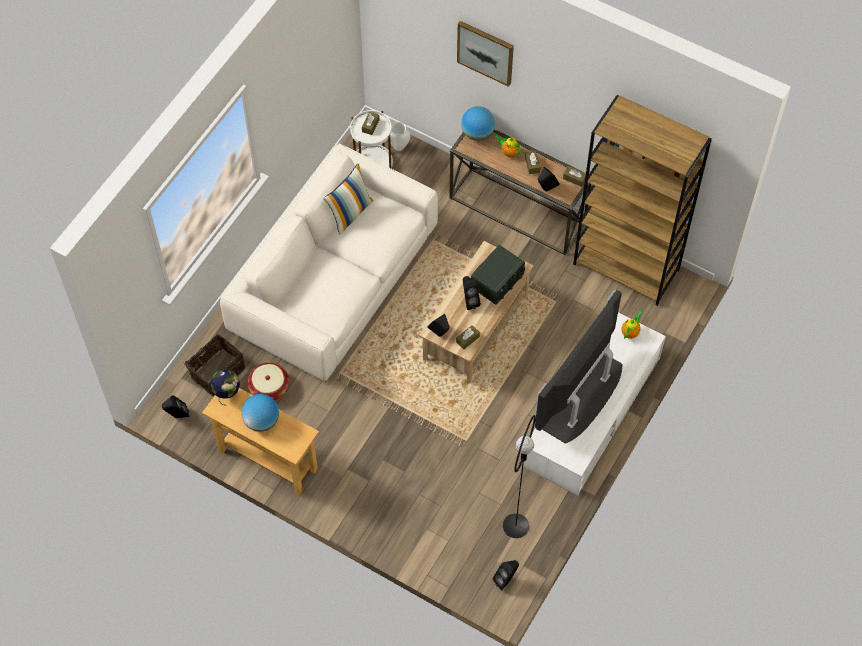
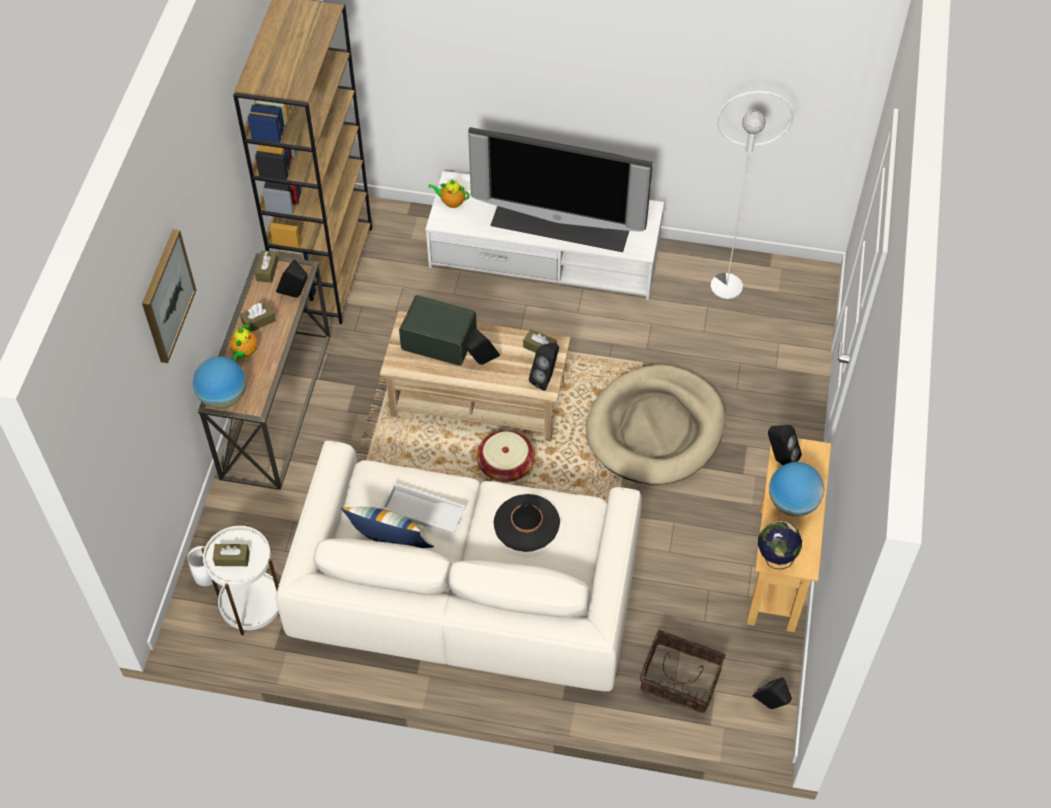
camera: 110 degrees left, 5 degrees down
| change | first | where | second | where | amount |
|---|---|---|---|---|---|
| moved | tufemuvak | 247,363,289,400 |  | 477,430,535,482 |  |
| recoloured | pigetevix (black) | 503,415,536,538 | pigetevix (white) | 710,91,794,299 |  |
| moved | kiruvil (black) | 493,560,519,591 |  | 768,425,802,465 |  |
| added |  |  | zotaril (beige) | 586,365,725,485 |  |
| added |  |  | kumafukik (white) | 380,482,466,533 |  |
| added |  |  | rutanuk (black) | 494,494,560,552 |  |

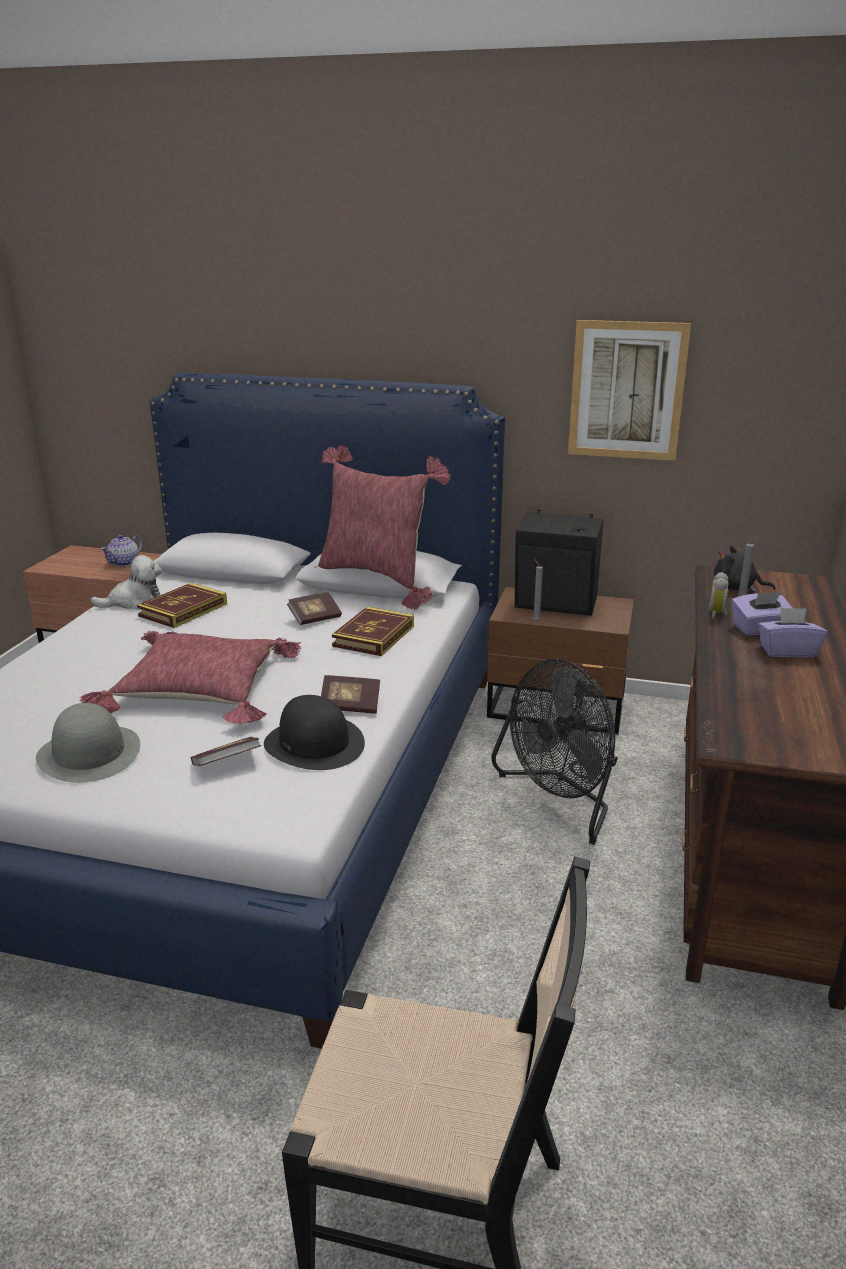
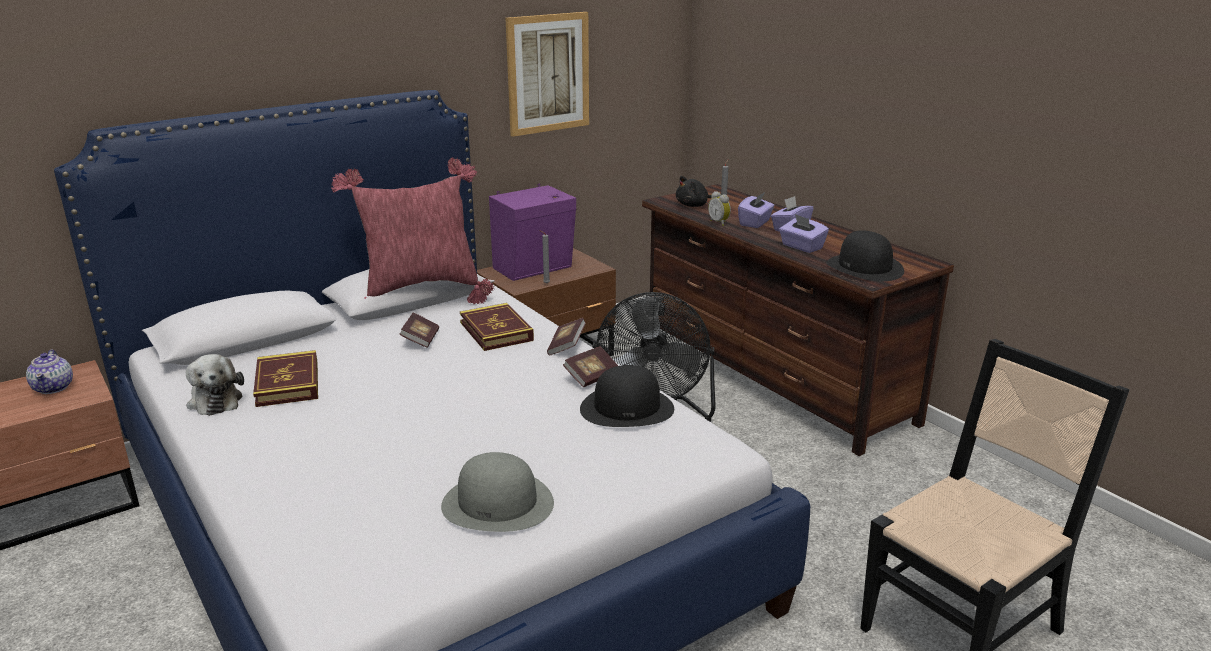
camera: 50 degrees left, 0 degrees up
| change | first | where | second | where | amount |
|---|---|---|---|---|---|
| recoloured | kiruvil (black) | 515,509,604,616 | kiruvil (purple) | 489,184,576,281 |  |
| turned | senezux | 90,555,162,610 |  | 186,354,244,416 | 135 degrees clockwise |
| removed | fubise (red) | 80,631,302,724 |  |  |  |
| moved | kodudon | 191,737,262,766 |  | 547,318,586,356 |  |
| added |  |  | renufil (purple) | 779,214,829,253 |  |
| added |  |  | rutanuk (black) | 827,230,904,281 |  |

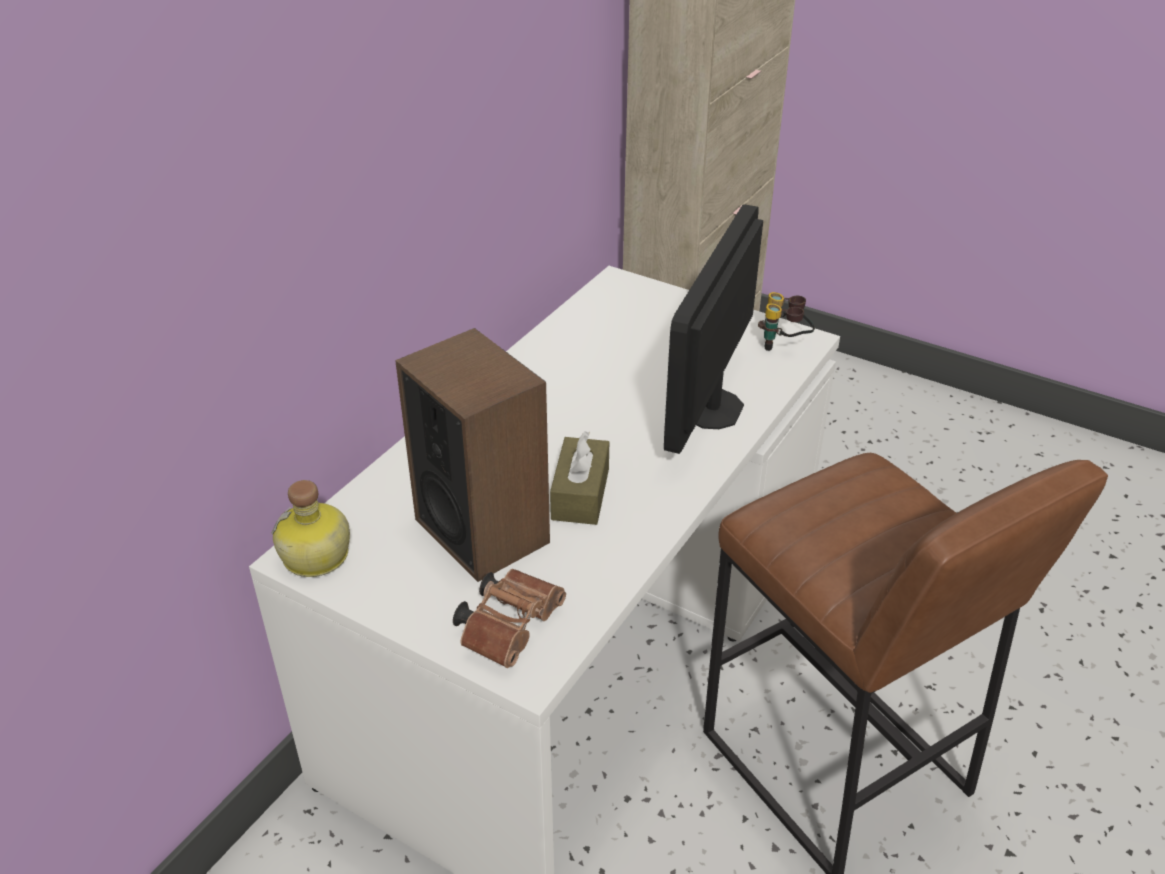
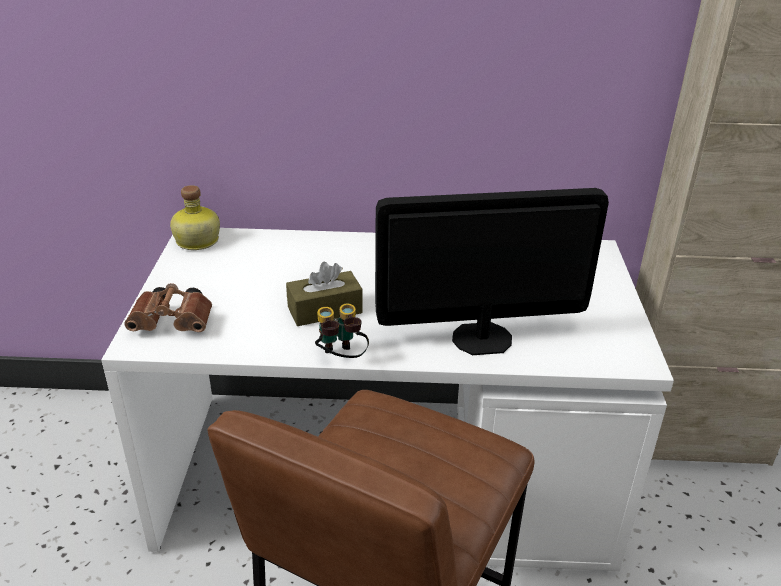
camera: 60 degrees right, 5 degrees down
| change | first | where | second | where | amount |
|---|---|---|---|---|---|
| moved | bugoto | 758,292,815,351 |  | 315,303,369,358 |  |
| removed | kiruvil | 395,328,550,582 |  |  |  |

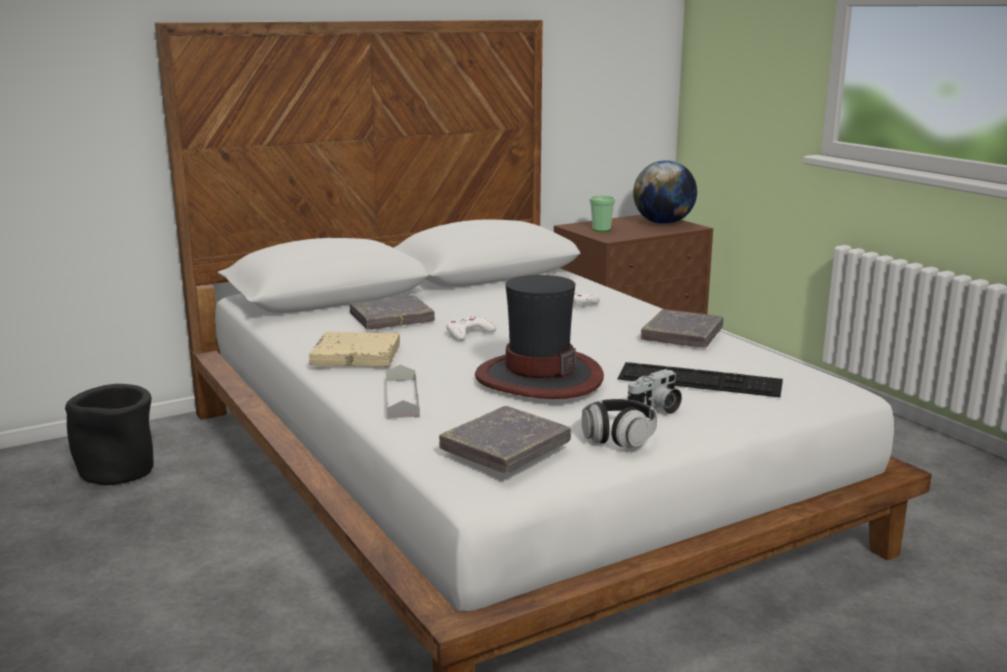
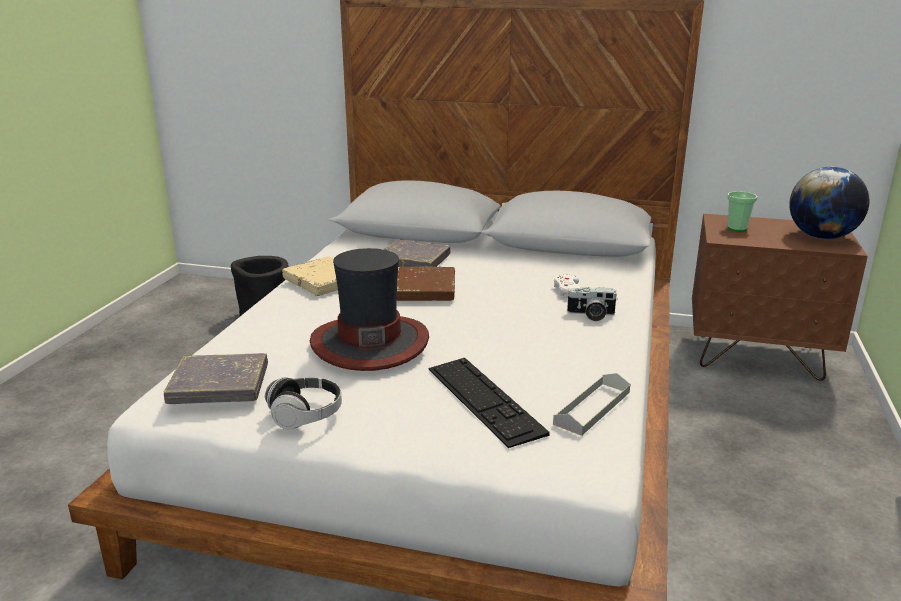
camera: 45 degrees right, 5 degrees up
| change | first | where | second | where | amount |
|---|---|---|---|---|---|
| removed | kodudon (grey) | 641,309,723,348 |  |  |  |
| replaced | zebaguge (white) | 446,316,496,341 | kodudon (brown) | 397,267,455,301 |  |
| moved | kumafukik (grey) | 386,365,420,418 |  | 553,373,630,436 |  |
| moved | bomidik | 628,369,682,414 |  | 566,287,618,321 |  |

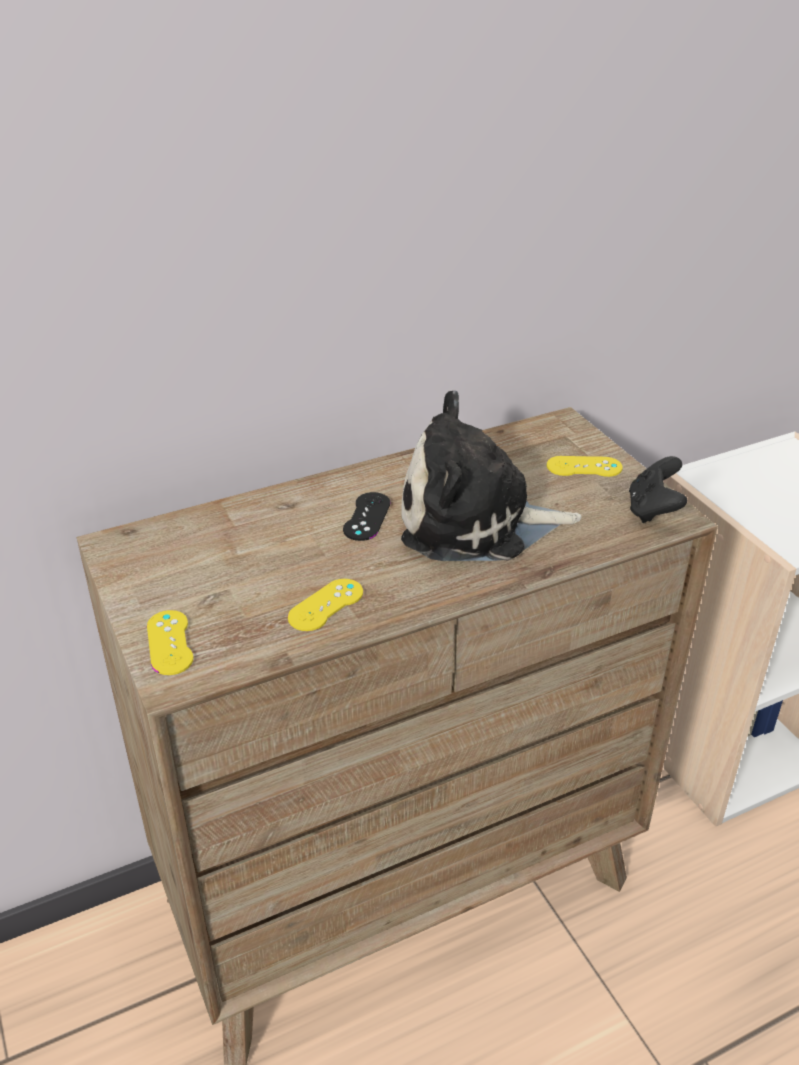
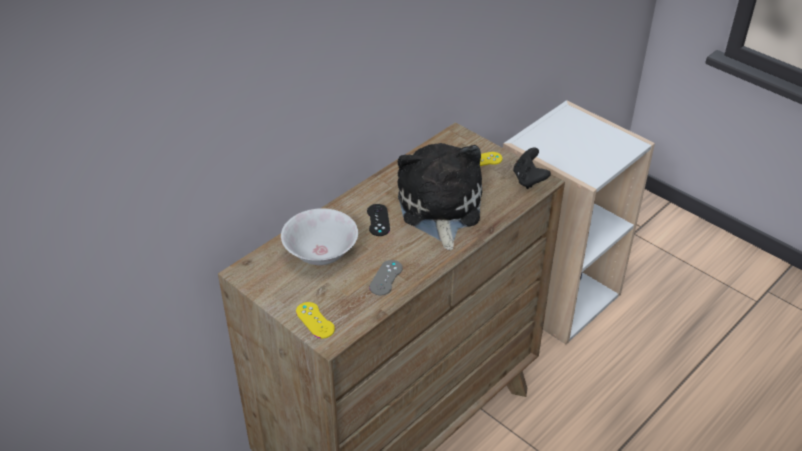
camera: 20 degrees left, 5 degrees up
| change | first | where | second | where | amount |
|---|---|---|---|---|---|
| turned | senezux | 401,391,582,561 |  | 398,143,482,250 | 105 degrees clockwise |
| recoloured | zebaguge (yellow) | 287,579,363,631 | zebaguge (grey) | 369,260,403,295 |  |
| added |  |  | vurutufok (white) | 281,208,358,265 |  |

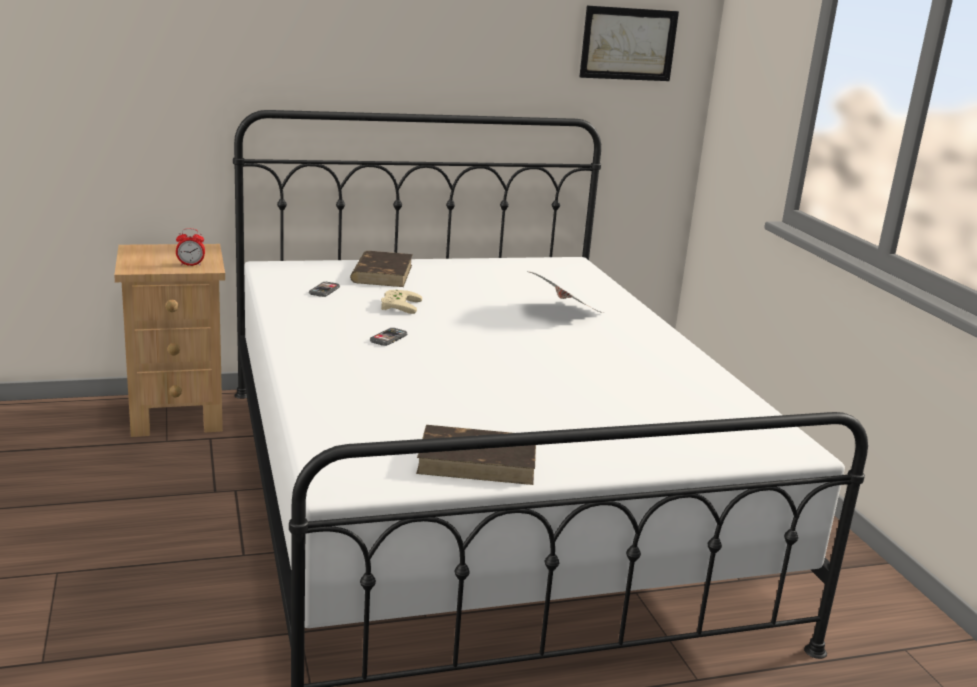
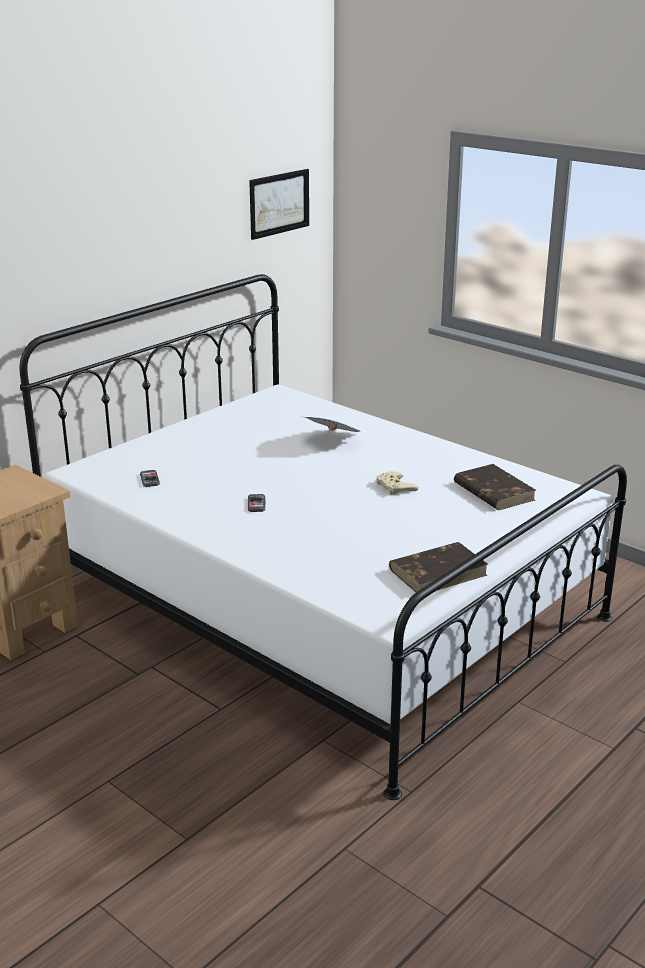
camera: 30 degrees left, 5 degrees up
| change | first | where | second | where | amount |
|---|---|---|---|---|---|
| removed | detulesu | 176,228,205,266 |  |  |  |
| moved | kodudon (brown) | 350,251,413,287 |  | 454,464,536,510 |  |
| moved | zebaguge (beige) | 381,290,422,314 |  | 376,471,419,495 |  |

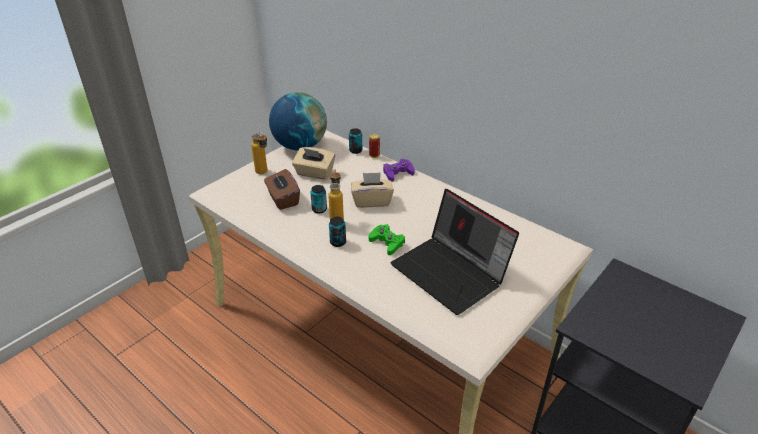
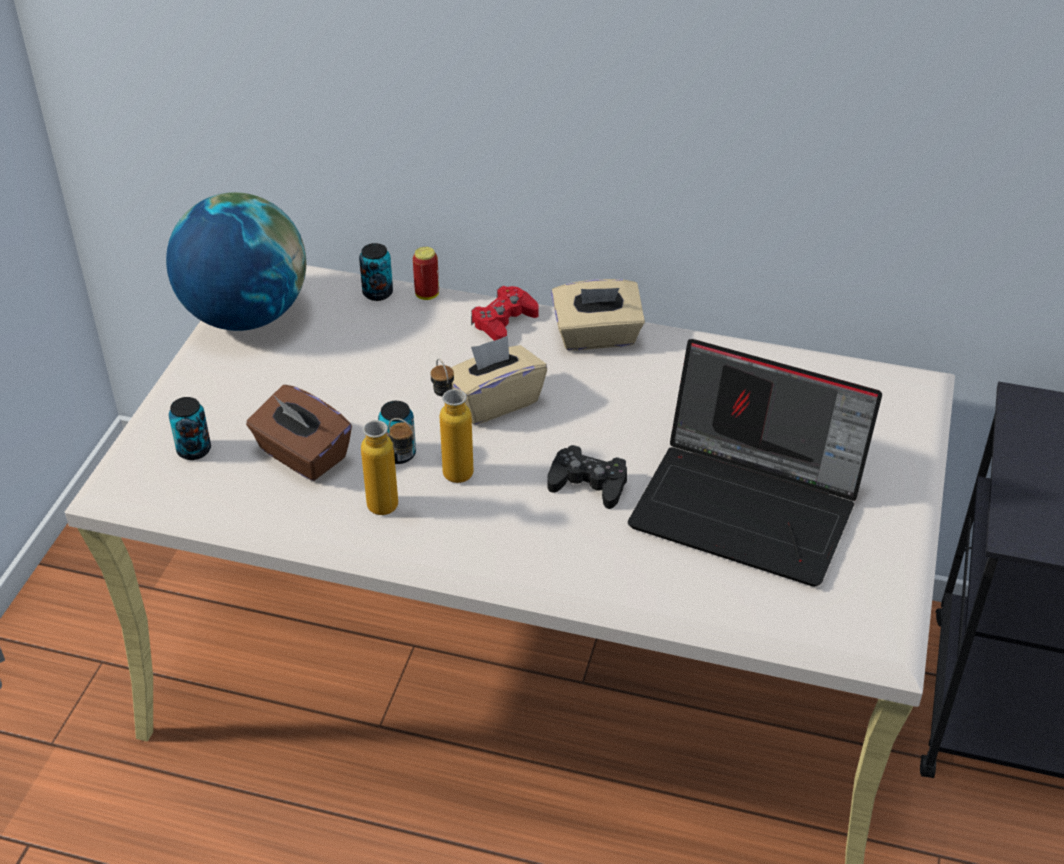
camera: 25 degrees left, 5 degrees up
| change | first | where | second | where | amount |
|---|---|---|---|---|---|
| moved | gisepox | 251,132,267,174 |  | 361,418,414,515 |  |
| moved | renufil (beige) | 292,147,335,179 |  | 551,279,645,350 |  |
| recoloured | zebaguge (purple) | 383,159,415,182 | zebaguge (red) | 471,286,539,341 |  |
| moved | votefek | 329,217,346,247 |  | 168,397,211,460 |  |
| recoloured | zebaguge (green) | 369,225,405,255 | zebaguge (black) | 547,445,627,509 |  |

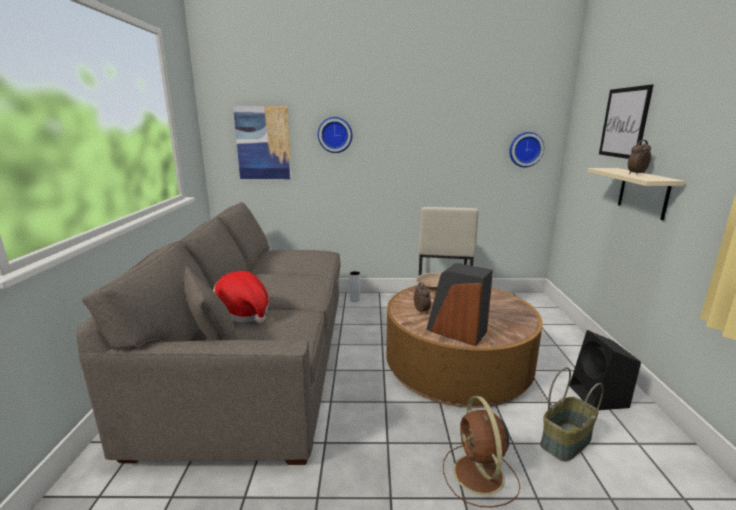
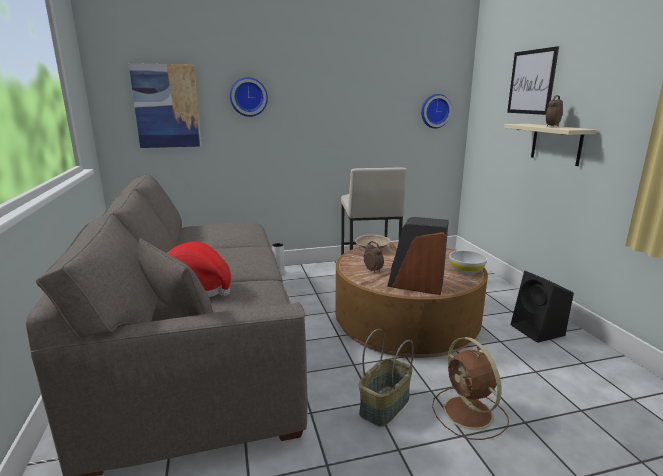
camera: 15 degrees left, 0 degrees up
| change | first | where | second | where | amount |
|---|---|---|---|---|---|
| moved | tufemuvak | 540,367,604,462 |  | 359,329,414,427 |  |
| added |  |  | vurutufok (white) | 449,250,487,275 |  |

